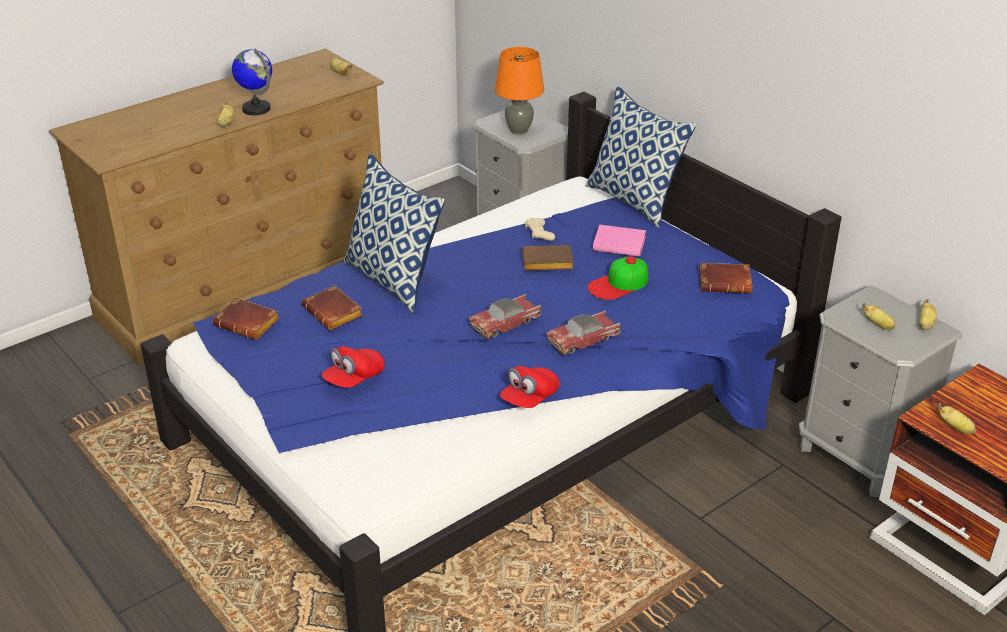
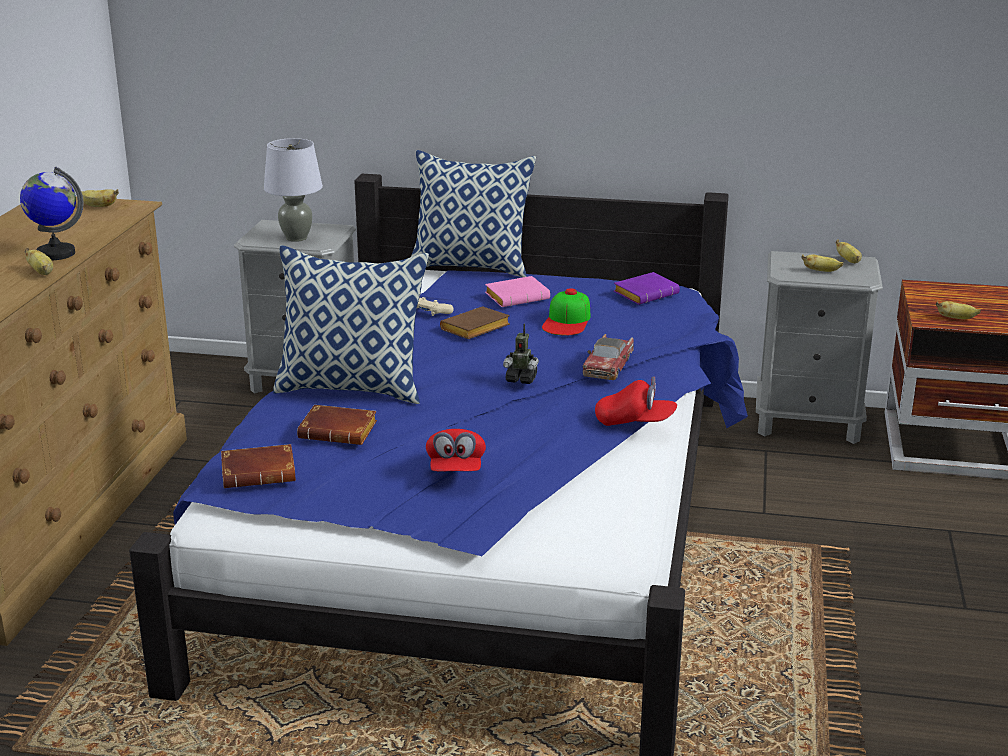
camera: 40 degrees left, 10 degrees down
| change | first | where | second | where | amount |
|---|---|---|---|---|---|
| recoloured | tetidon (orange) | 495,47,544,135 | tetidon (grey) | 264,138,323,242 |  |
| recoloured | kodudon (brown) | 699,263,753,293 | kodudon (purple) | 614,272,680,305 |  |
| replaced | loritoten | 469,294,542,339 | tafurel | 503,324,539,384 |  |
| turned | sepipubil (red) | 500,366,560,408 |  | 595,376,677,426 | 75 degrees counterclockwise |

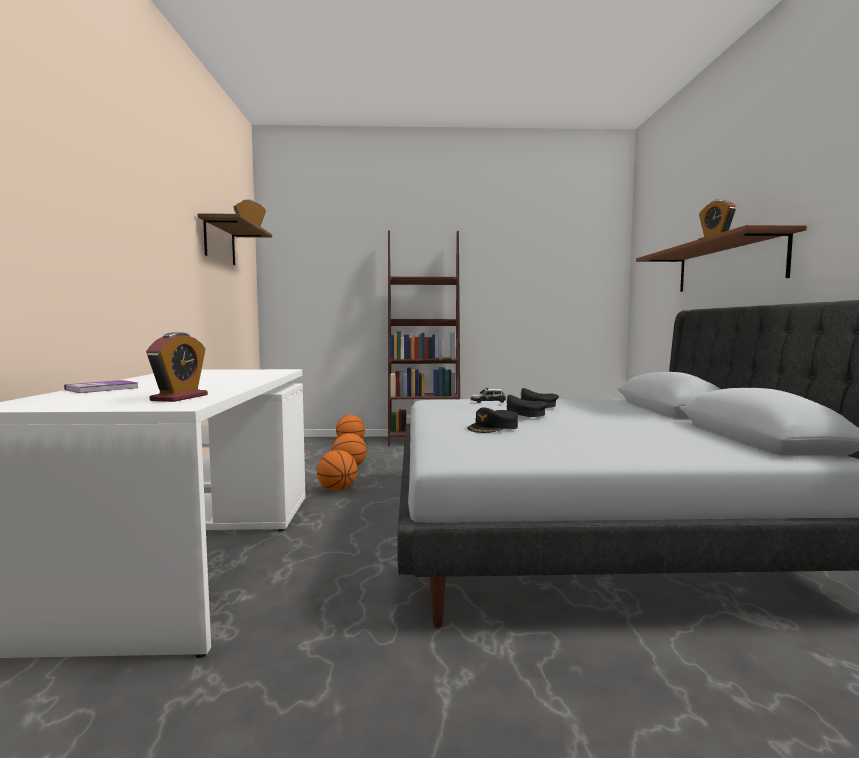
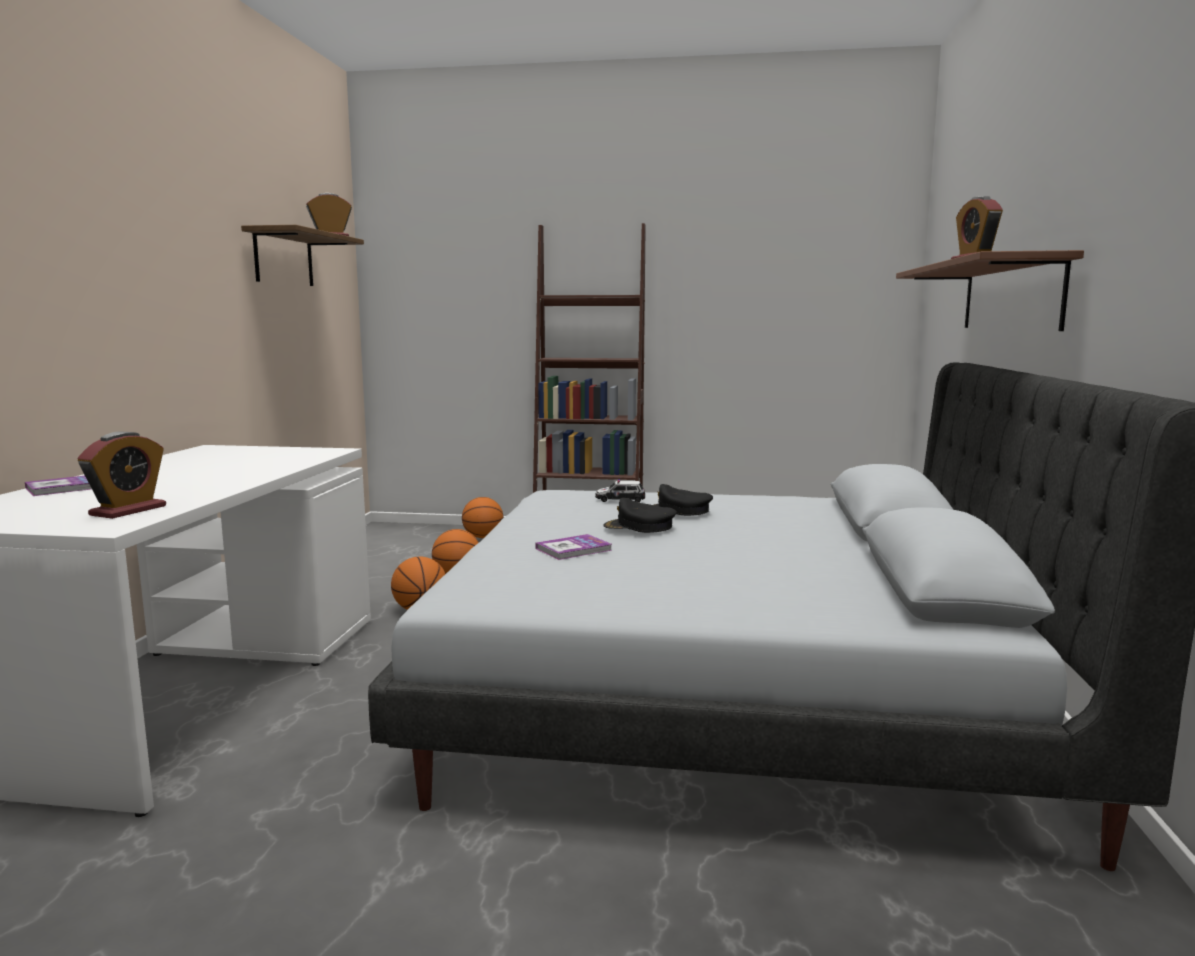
camera: 10 degrees right, 5 degrees up
| change | first | where | second | where | amount |
|---|---|---|---|---|---|
| replaced | sepipubil (black) | 467,407,518,433 | kodudon | 535,534,612,560 |  |

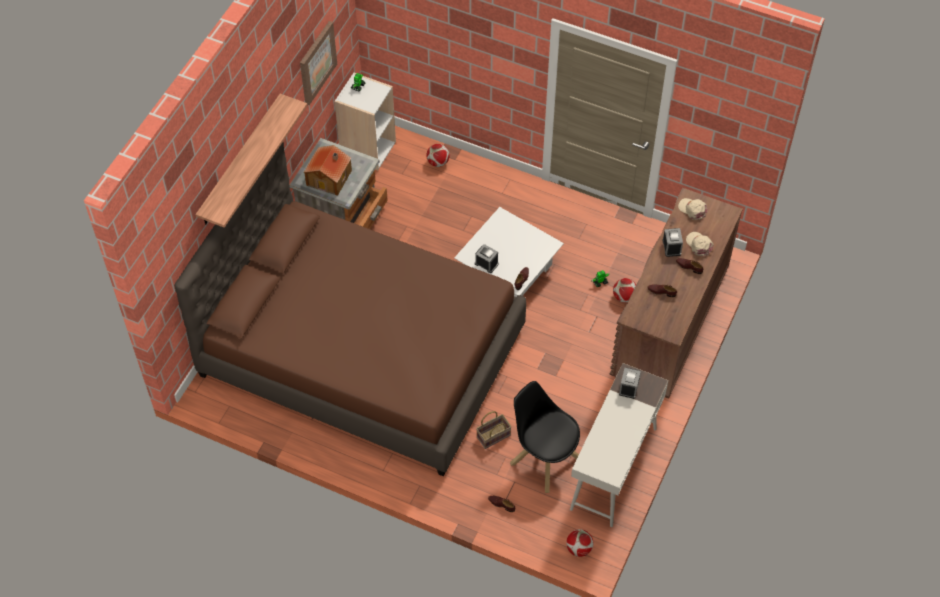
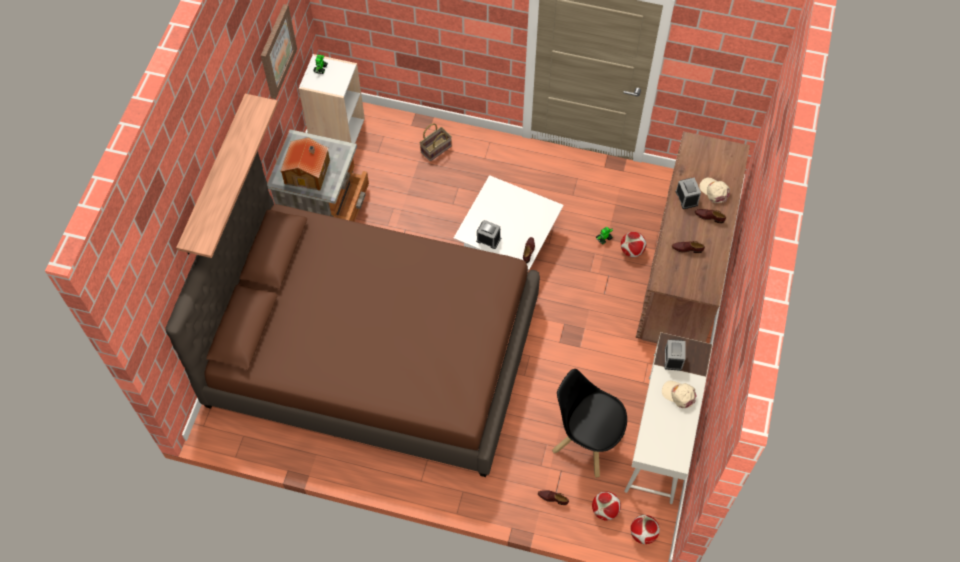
camera: 10 degrees left, 5 degrees up
| change | first | where | second | where | amount |
|---|---|---|---|---|---|
| moved | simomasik | 426,144,450,167 |  | 592,491,621,520 |  |
| moved | sepipubil (beige) | 678,198,707,220 |  | 662,381,697,408 |  |
| moved | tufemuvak | 476,411,512,449 |  | 420,124,452,161 |  |

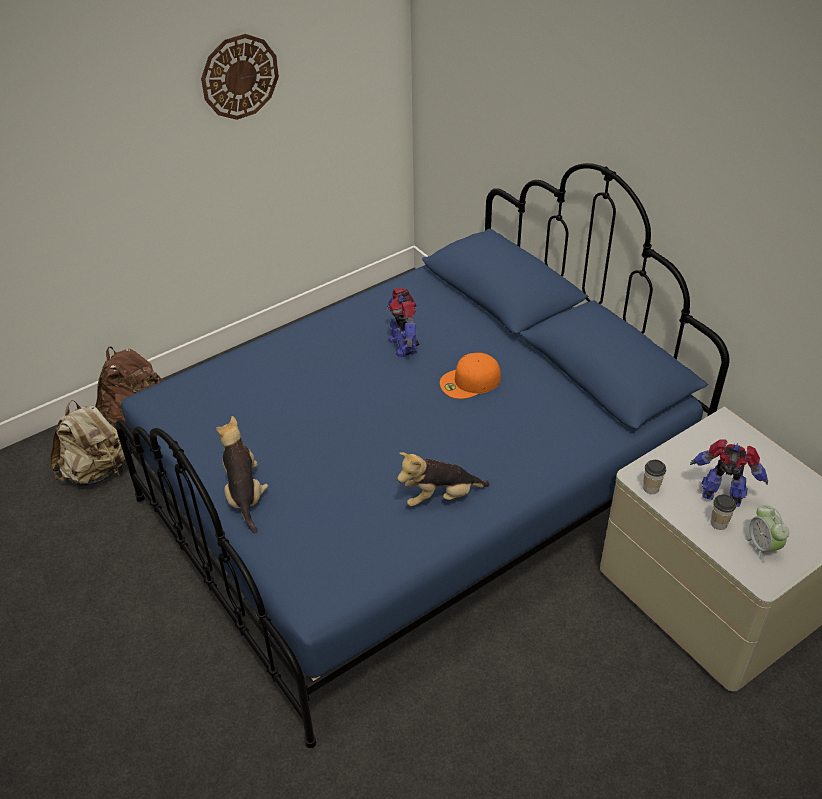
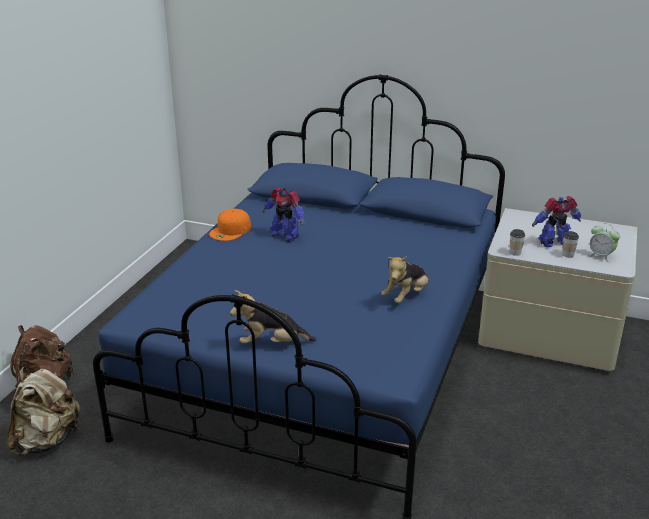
camera: 35 degrees left, 15 degrees down
| change | first | where | second | where | amount |
|---|---|---|---|---|---|
| removed | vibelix | 201,34,279,120 |  |  |  |
| moved | sepipubil (orange) | 440,353,501,399 |  | 209,209,251,241 |  |
| turned | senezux | 216,416,268,533 |  | 230,290,317,344 | 45 degrees counterclockwise |

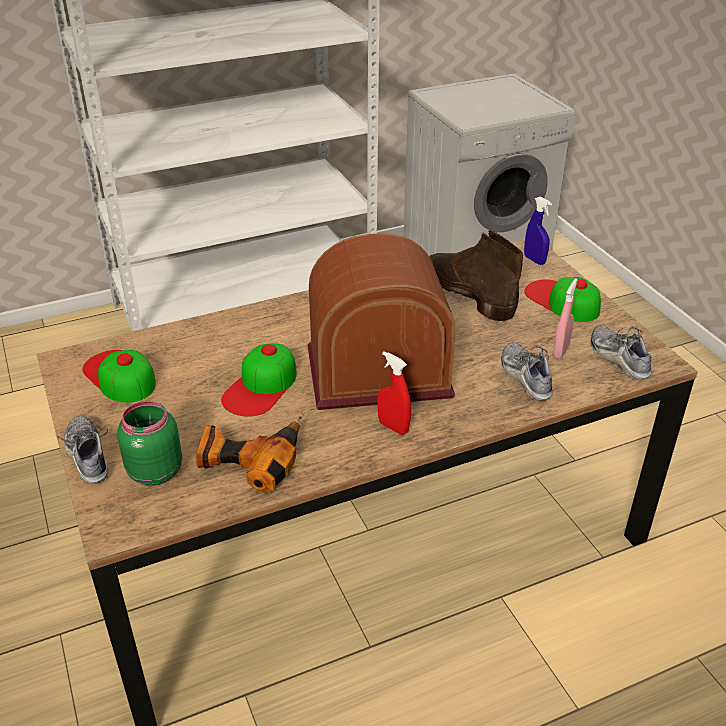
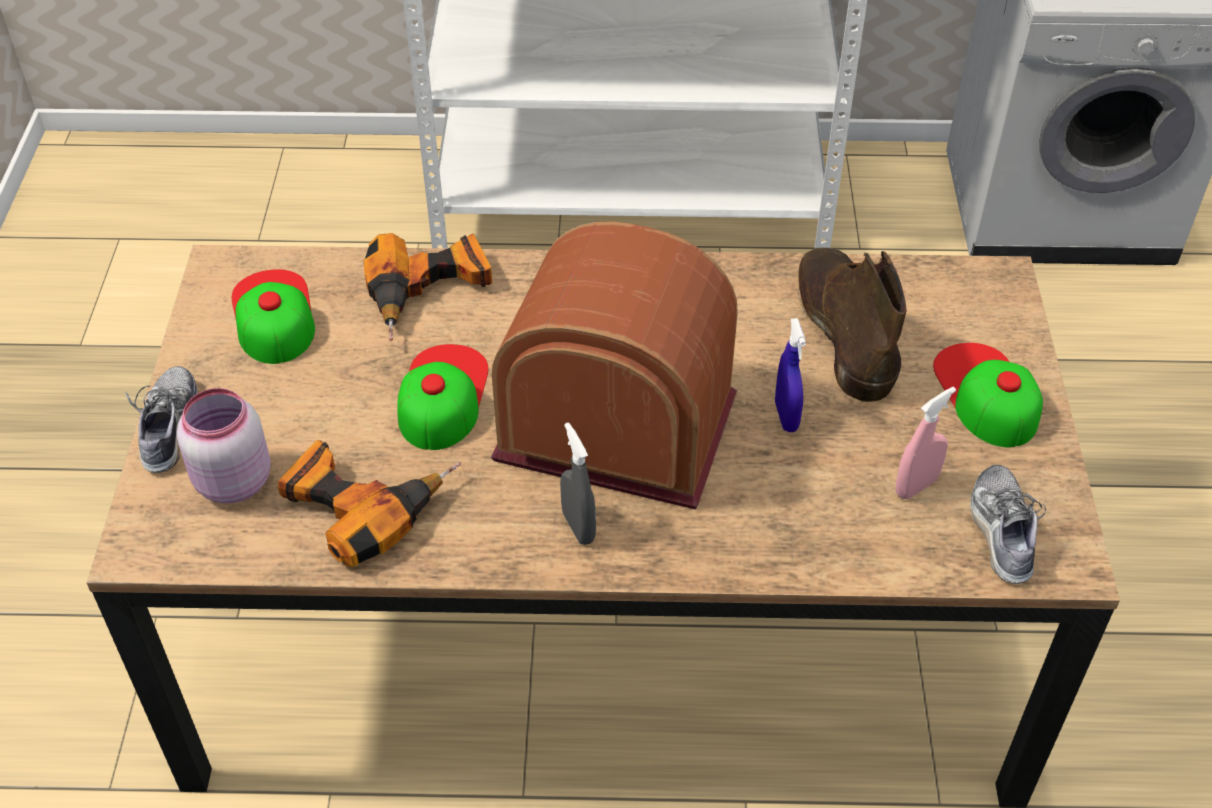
camera: 25 degrees right, 10 degrees up
| change | first | where | second | where | amount |
|---|---|---|---|---|---|
| moved | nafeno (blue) | 524,196,552,265 |  | 775,318,806,432 |  |
| removed | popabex | 501,342,553,401 |  |  |  |
| turned | sepipubil | 221,344,297,417 |  | 397,344,488,450 | 135 degrees clockwise |
| recoloured | nafeno (red) | 377,351,411,435 | nafeno (grey) | 560,423,596,545 |  |
| recoloured | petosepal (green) | 117,401,182,486 | petosepal (pink) | 177,388,271,504 |  |
| added |  |  | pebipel | 363,233,492,341 |  |

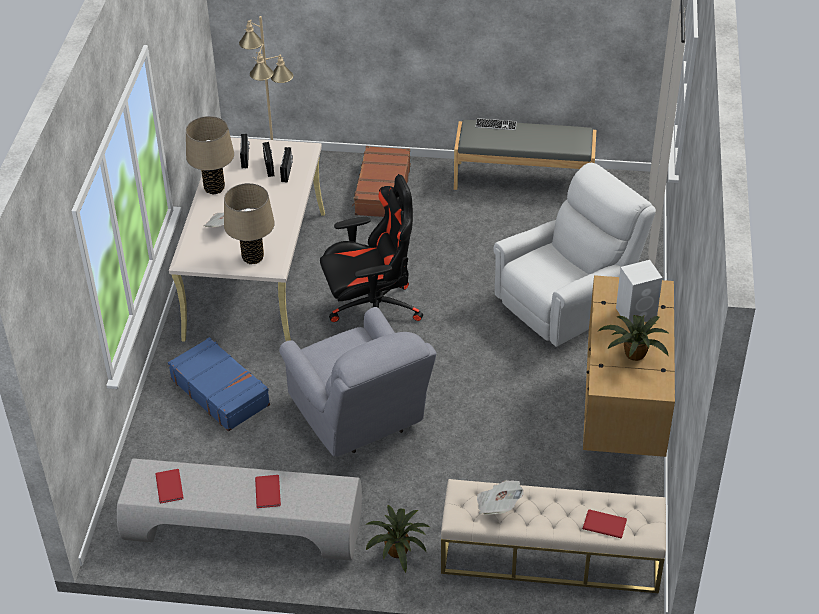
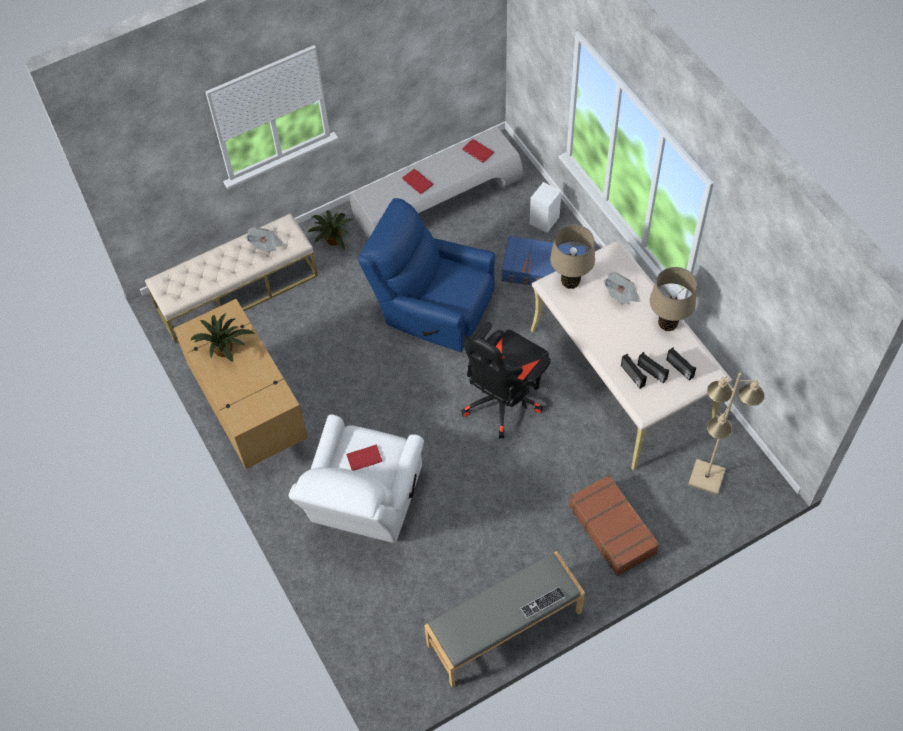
camera: 145 degrees right, 15 degrees up
| change | first | where | second | where | amount |
|---|---|---|---|---|---|
| moved | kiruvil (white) | 616,260,662,323 |  | 529,182,561,233 |  |
| recoloured | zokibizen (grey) | 279,307,436,457 | zokibizen (blue) | 358,198,496,352 |  |
| moved | kodudon (red) | 583,509,627,539 |  | 346,444,382,471 |  |

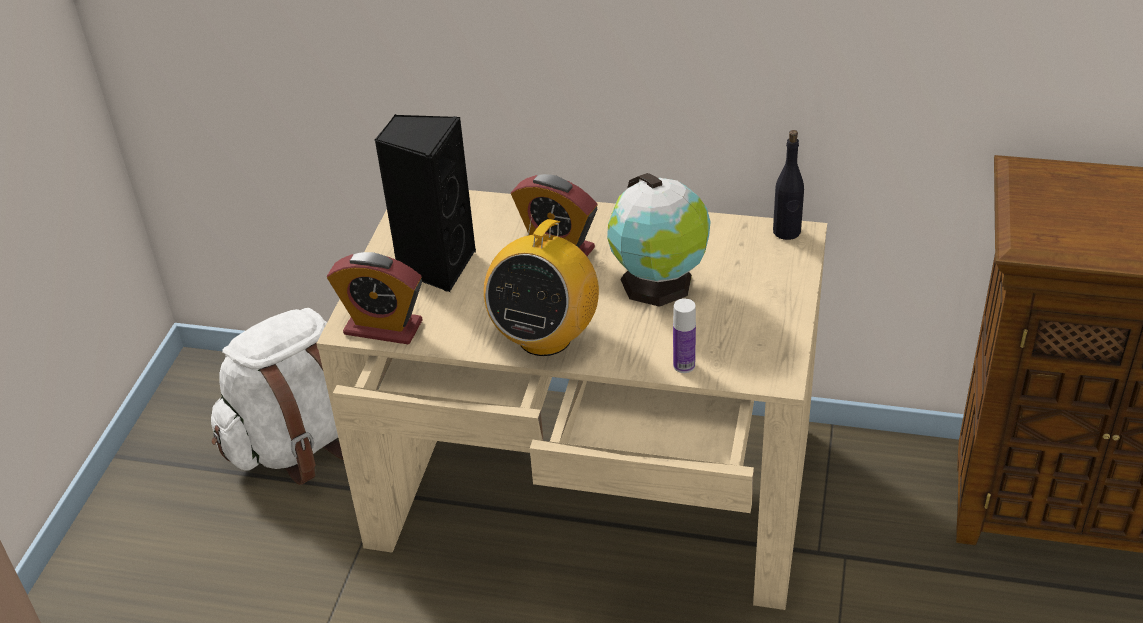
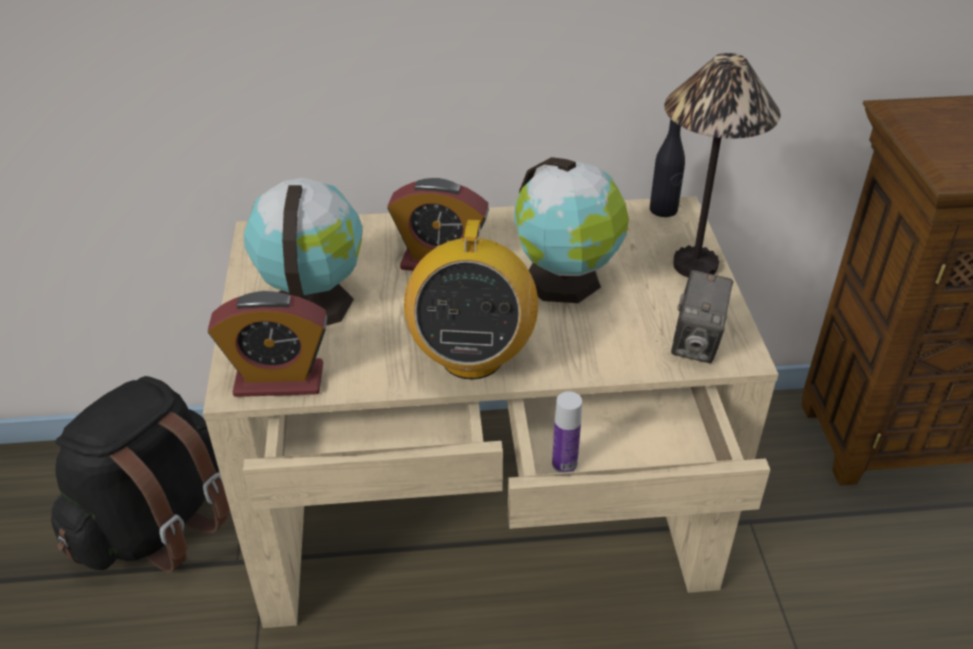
camera: 20 degrees left, 0 degrees up
| change | first | where | second | where | amount |
|---|---|---|---|---|---|
| replaced | kiruvil (black) | 375,114,476,292 | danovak | 244,178,363,326 |  |
| moved | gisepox | 673,298,696,373 |  | 552,391,582,473 |  |
| recoloured | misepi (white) | 211,308,343,485 | misepi (black) | 51,376,230,573 |  |
| added |  |  | tetidon | 664,53,781,278 |  |
| added |  |  | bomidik | 671,270,733,363 |  |

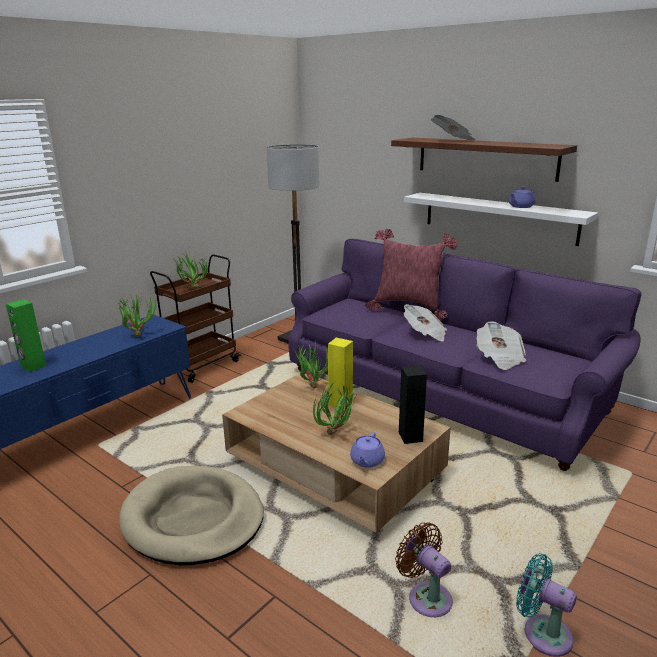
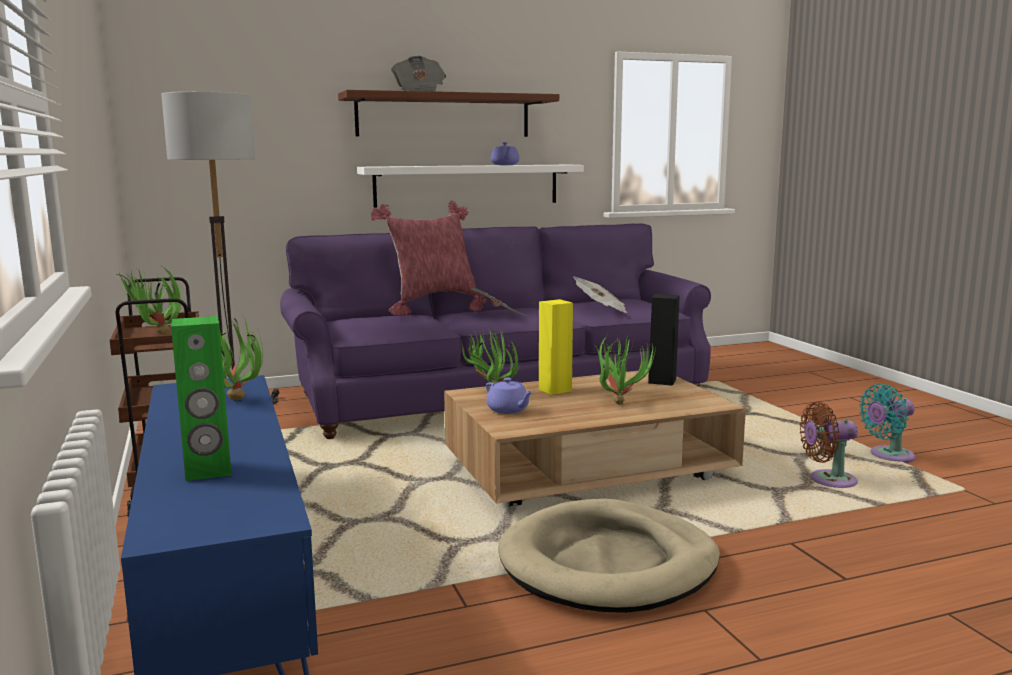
camera: 60 degrees left, 10 degrees down
| change | first | where | second | where | amount |
|---|---|---|---|---|---|
| moved | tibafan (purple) | 350,432,385,468 |  | 486,378,533,414 |  |

